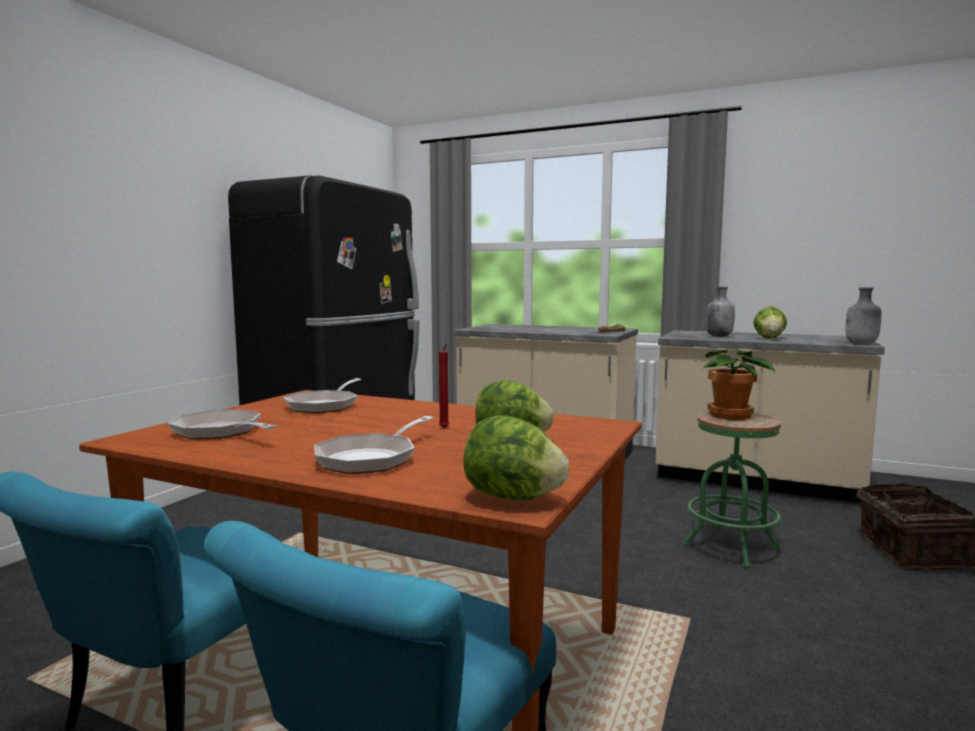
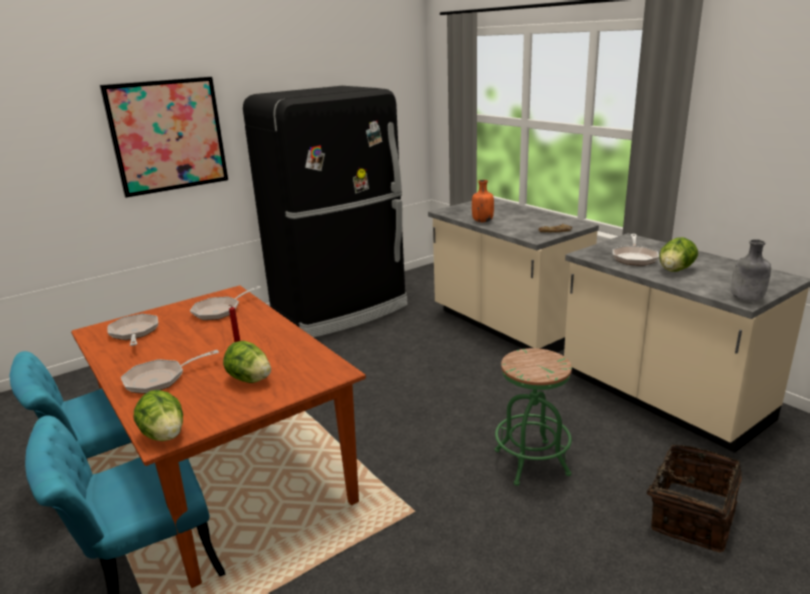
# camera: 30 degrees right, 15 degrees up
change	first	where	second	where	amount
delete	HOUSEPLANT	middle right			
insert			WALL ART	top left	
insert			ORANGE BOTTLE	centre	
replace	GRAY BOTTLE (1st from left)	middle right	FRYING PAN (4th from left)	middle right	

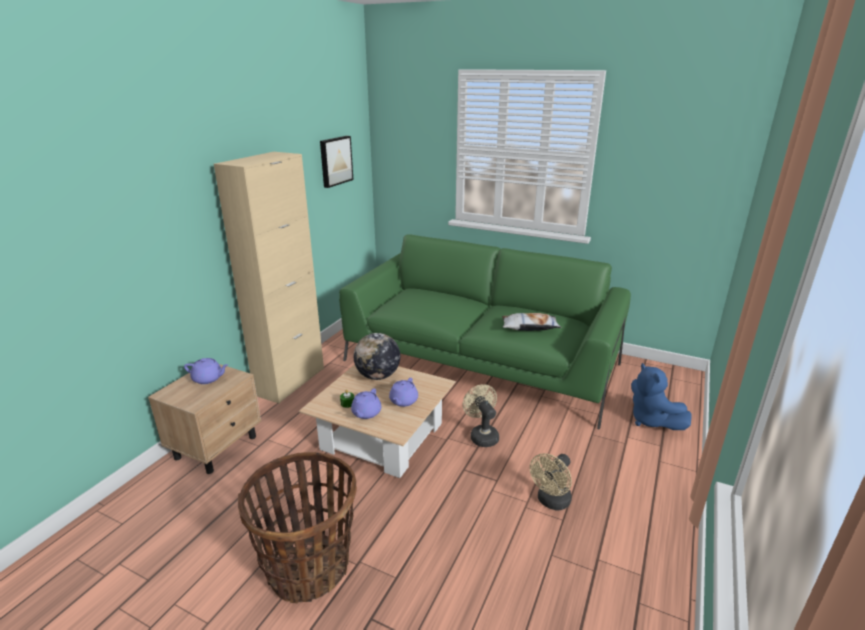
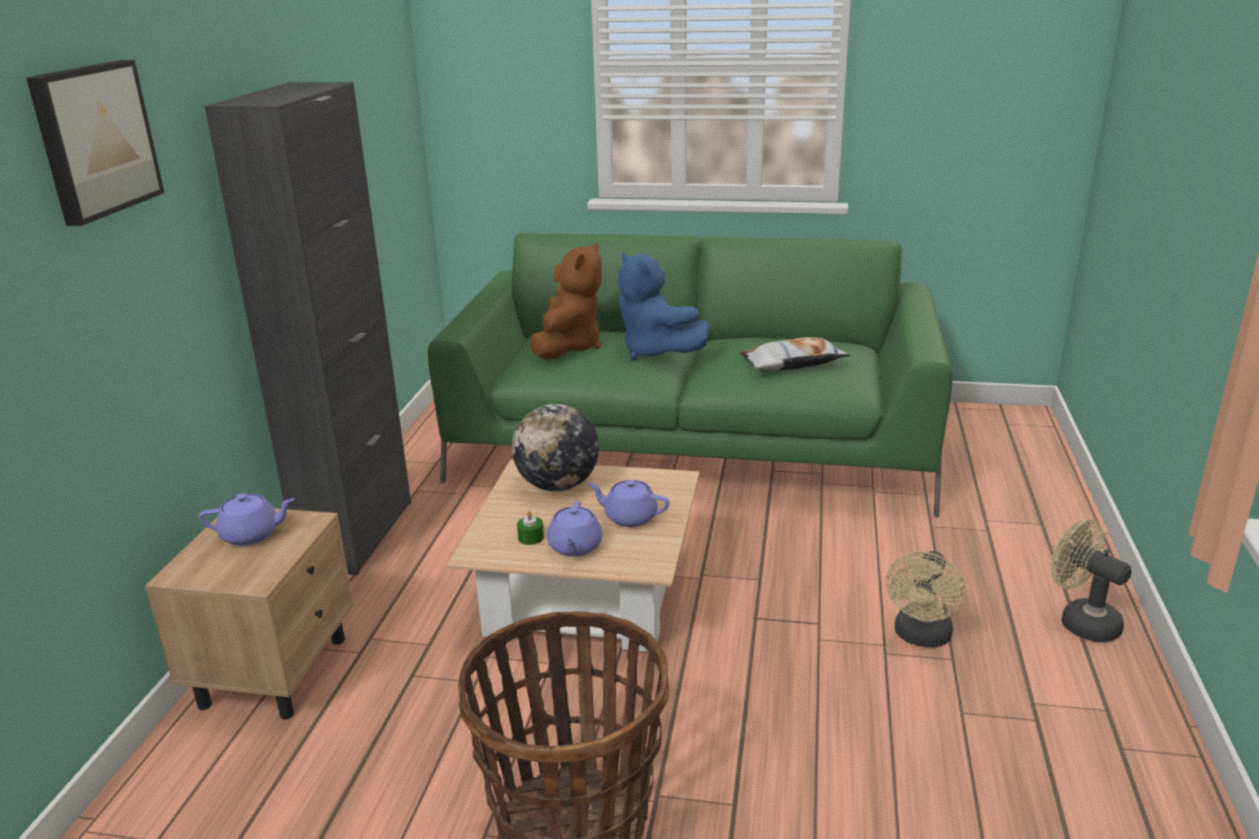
# camera: 15 degrees left, 0 degrees up
change	first	where	second	where	amount
insert			BROWNISH SOFT TOY	centre	
move	WALL ART	top centre		top left	
move	SAND-COLOURED ELECTRIC FAN (1st from left in the first image)	centre	SAND-COLOURED ELECTRIC FAN (2nd from left)	bottom right	
move	BLUISH SOFT TOY	middle right		centre	
recolor	SAND-COLOURED STORAGE CABINET	middle left	BLACK STORAGE CABINET	middle left	
rotate	PURPLE-COLOURED TEAPOT (3rd from left)	centre		centre	105 degrees clockwise

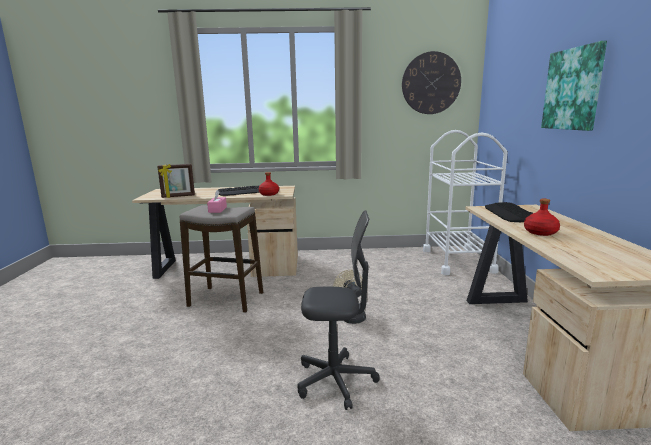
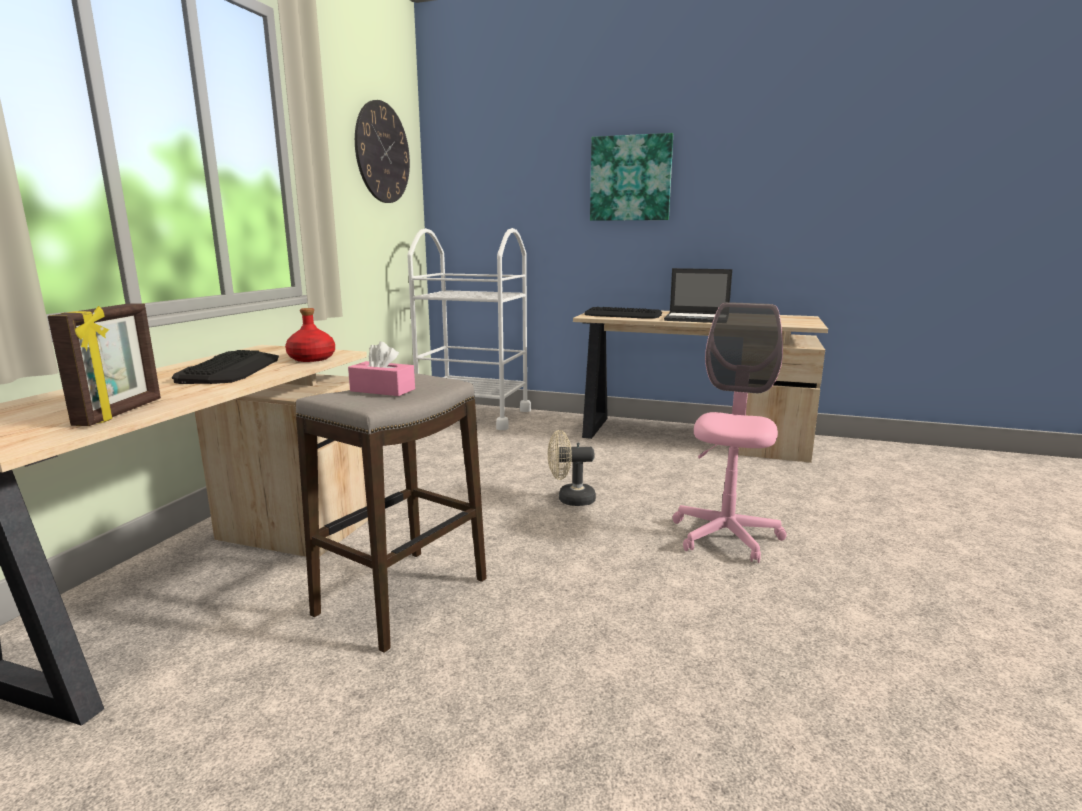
# camera: 70 degrees left, 0 degrees up
change	first	where	second	where	amount
replace	RED BOTTLE (2nd from left)	middle right	NOTEBOOK COMPUTER	centre	
recolor	GRAY COMPUTER CHAIR	bottom centre	PINK COMPUTER CHAIR	middle right	

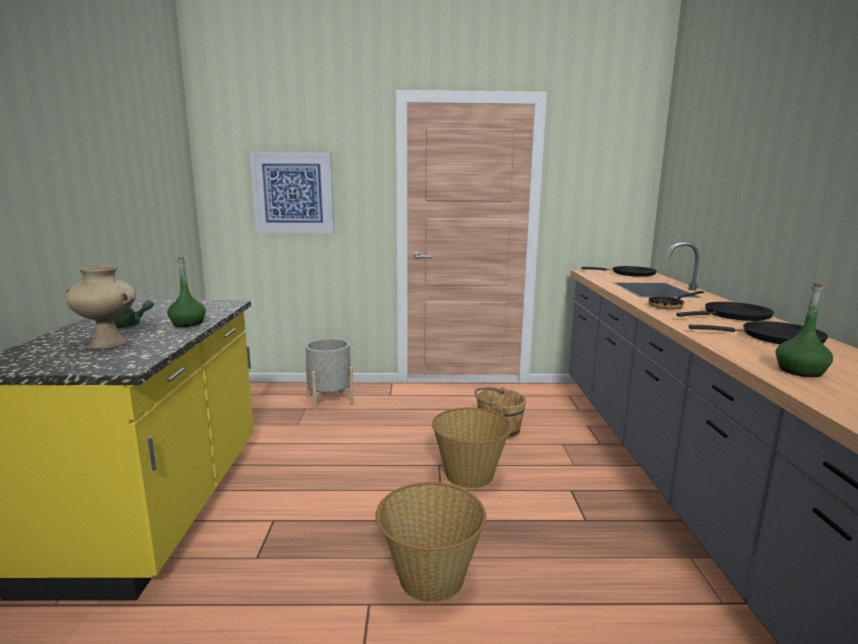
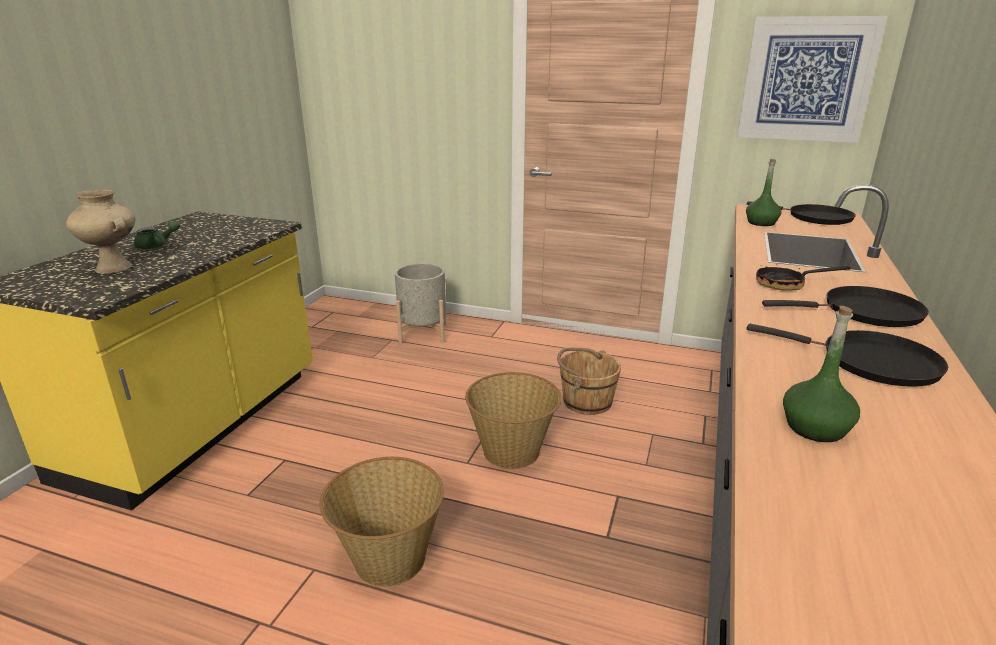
# camera: 20 degrees right, 10 degrees up
change	first	where	second	where	amount
move	GREEN-COLOURED BOTTLE (1st from left)	middle left		top right	
move	WALL ART	top centre		top right	

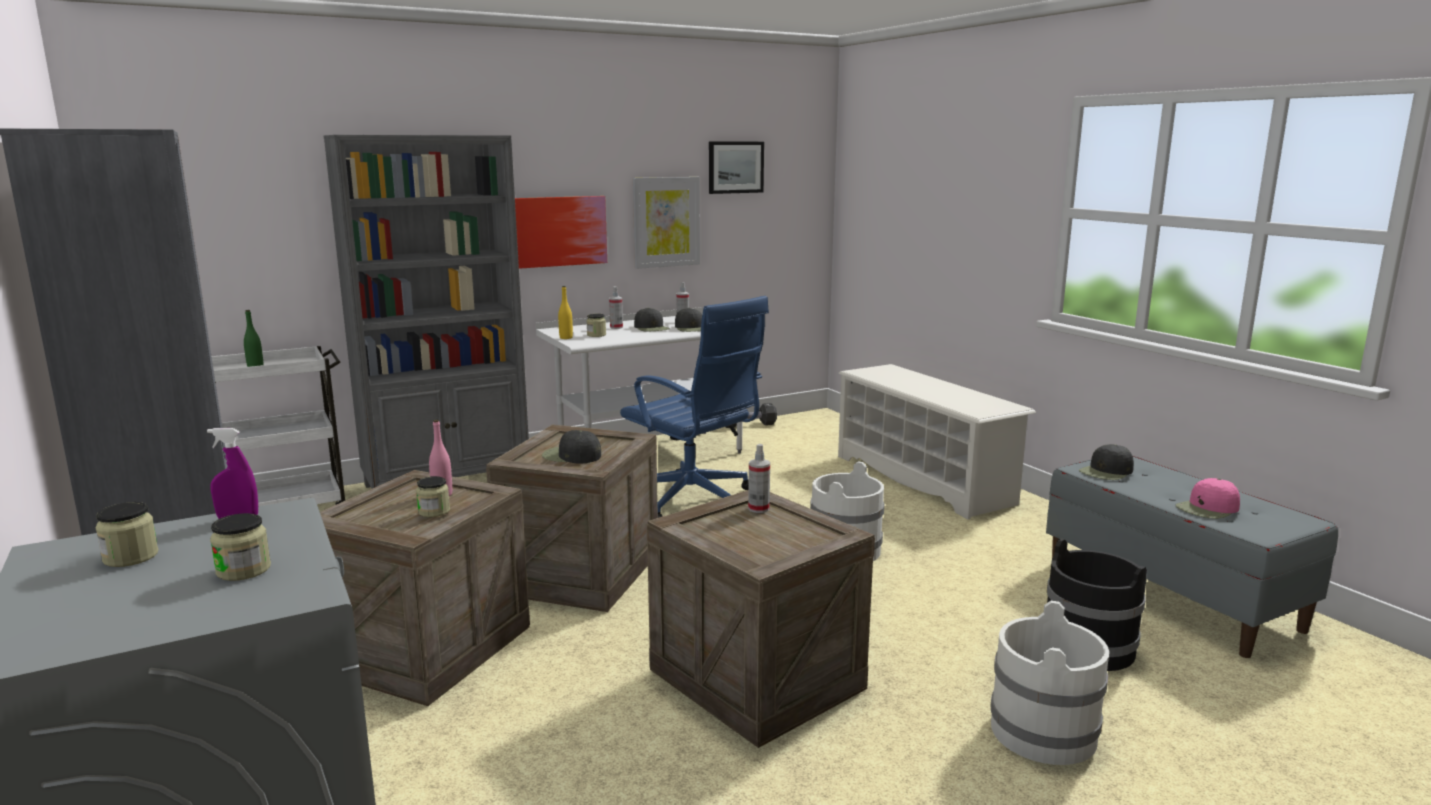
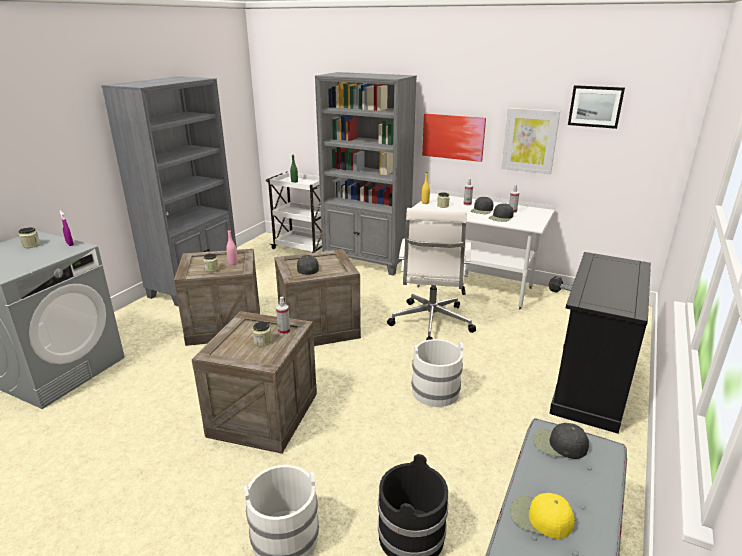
# camera: 55 degrees right, 10 degrees up
change	first	where	second	where	amount
move	STORAGE JAR (2nd from left in the first image)	bottom left	STORAGE JAR (3rd from left)	centre	
replace	WHITE-COLOURED SHOE STAND	centre	BLACK STORAGE CABINET	middle right	
recolor	BLUISH COMPUTER CHAIR	centre	WHITE-COLOURED COMPUTER CHAIR	centre	
recolor	PINK BASEBALL CAP	middle right	YELLOW BASEBALL CAP	bottom right	

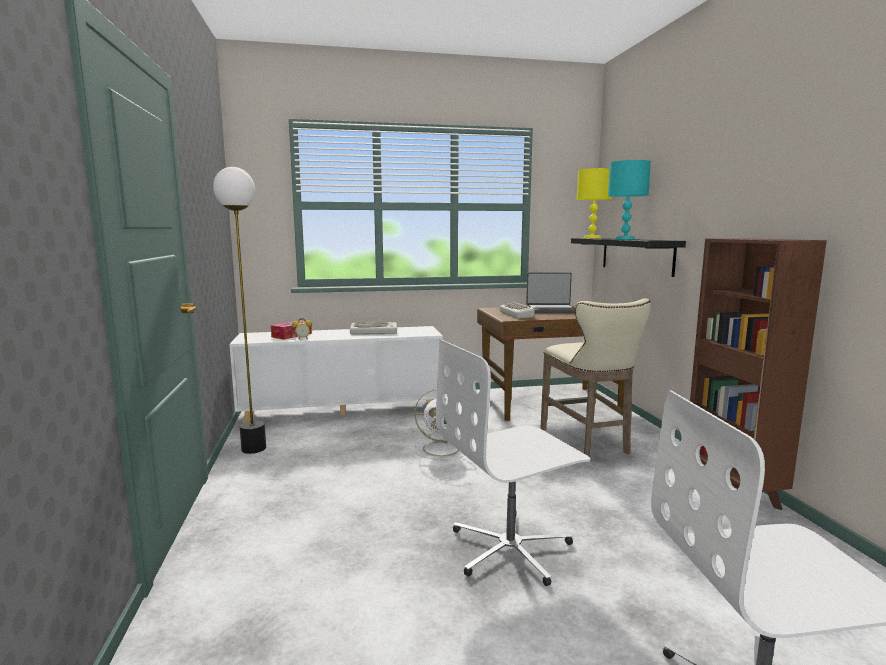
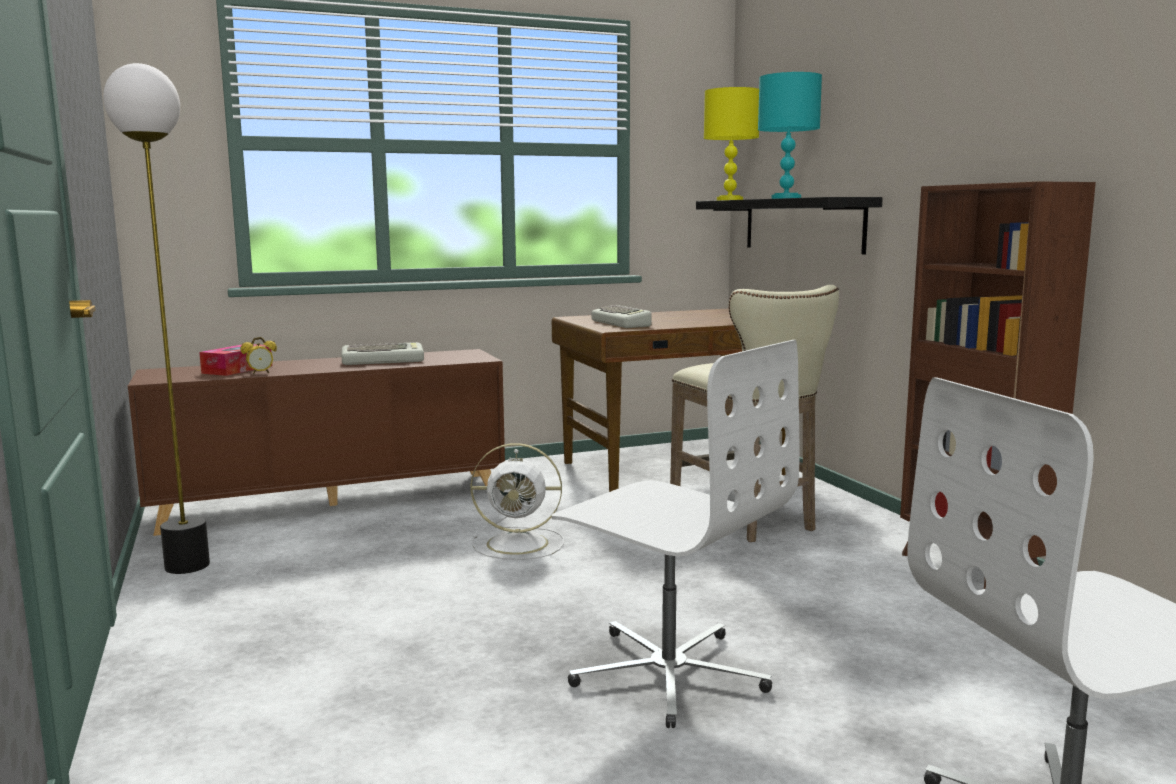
# camera: 10 degrees left, 0 degrees up
change	first	where	second	where	amount
delete	NOTEBOOK COMPUTER	centre			
recolor	WHITE-COLOURED STORAGE CABINET	centre	BROWNISH STORAGE CABINET	middle left	
rotate	WHITE-COLOURED COMPUTER CHAIR (1st from left)	bottom centre		bottom centre	105 degrees counterclockwise

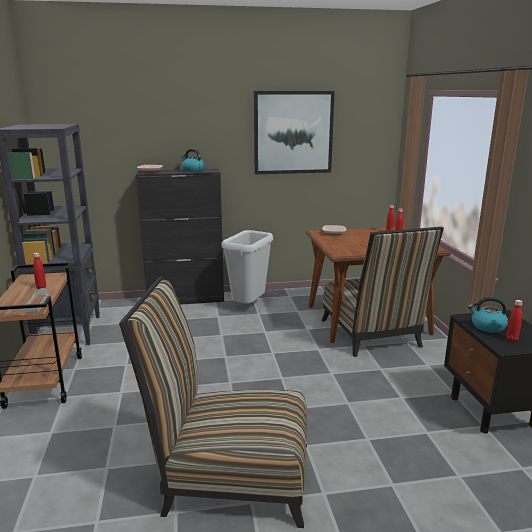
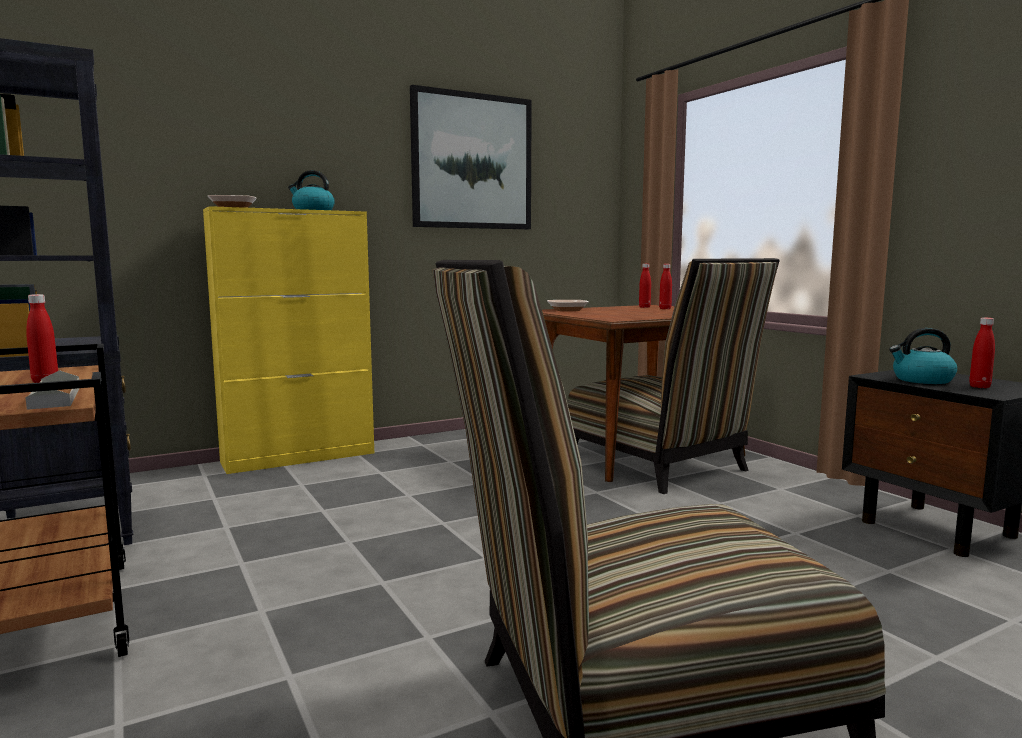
# camera: 20 degrees left, 10 degrees down
change	first	where	second	where	amount
delete	GRAY TRASH CAN	centre			
recolor	BLACK STORAGE CABINET	centre	YELLOW STORAGE CABINET	middle left	

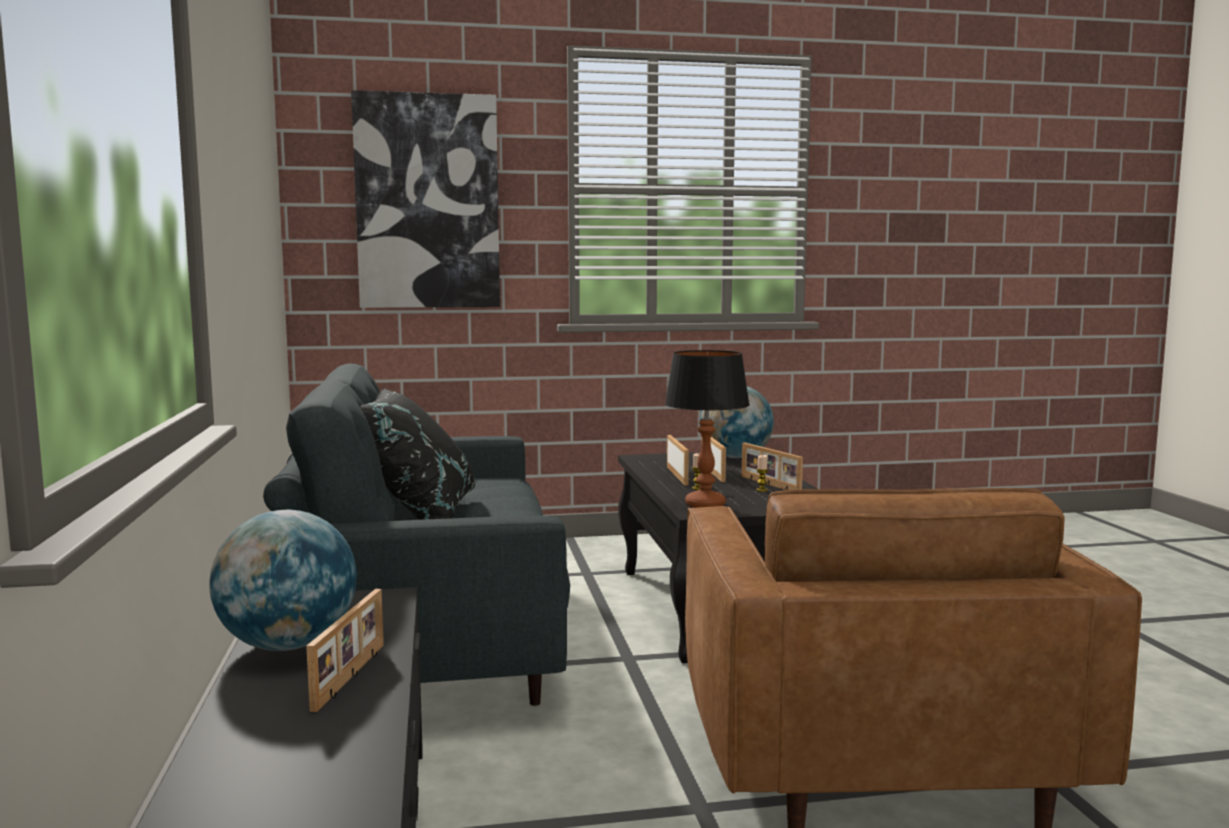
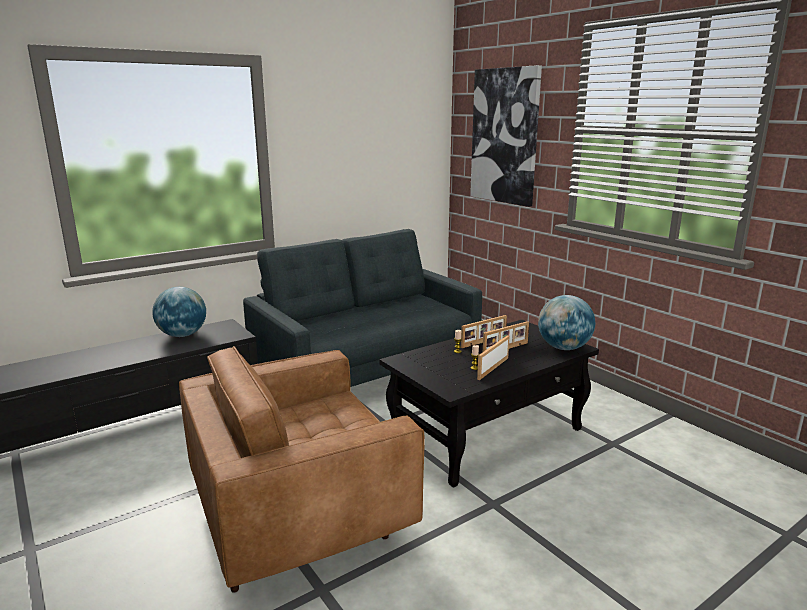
# camera: 65 degrees right, 10 degrees up
change	first	where	second	where	amount
delete	PICTURE FRAME (1st from left)	bottom left			
delete	BLACK CUSHION	centre			
delete	TABLE LAMP	centre			

